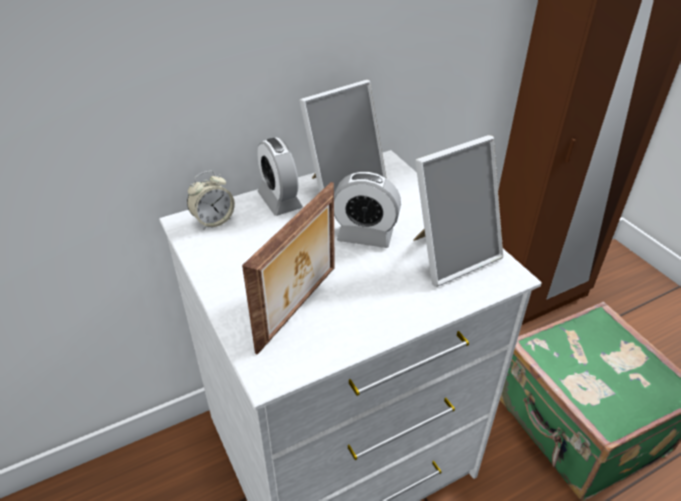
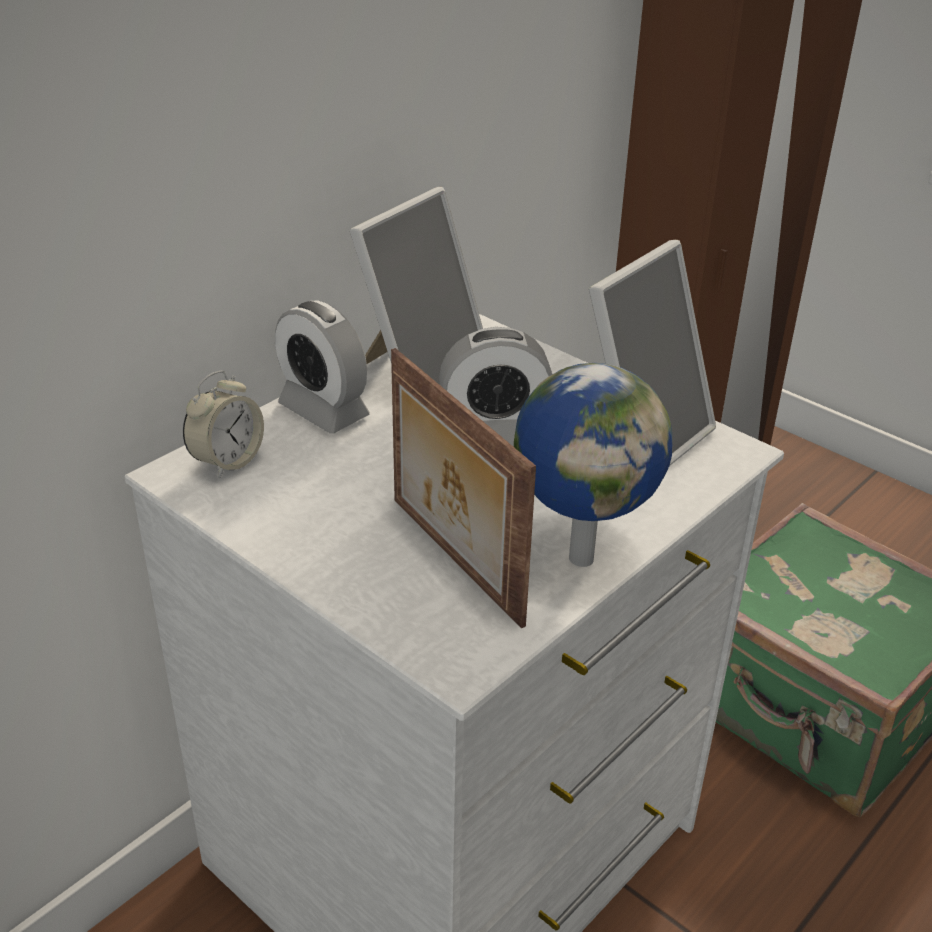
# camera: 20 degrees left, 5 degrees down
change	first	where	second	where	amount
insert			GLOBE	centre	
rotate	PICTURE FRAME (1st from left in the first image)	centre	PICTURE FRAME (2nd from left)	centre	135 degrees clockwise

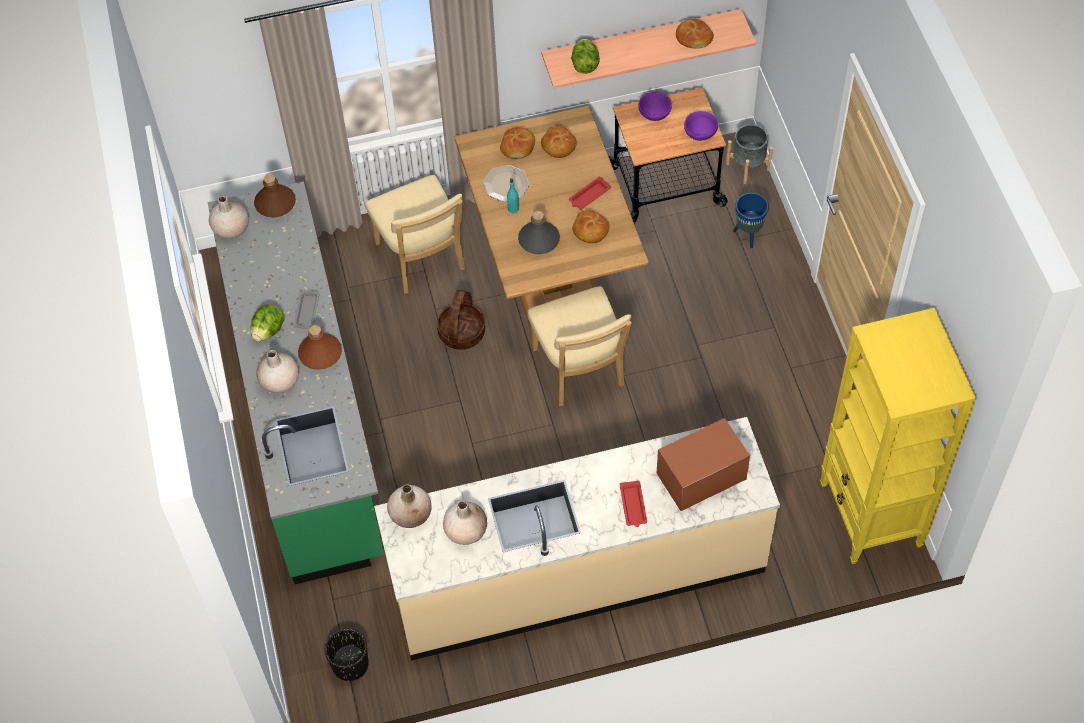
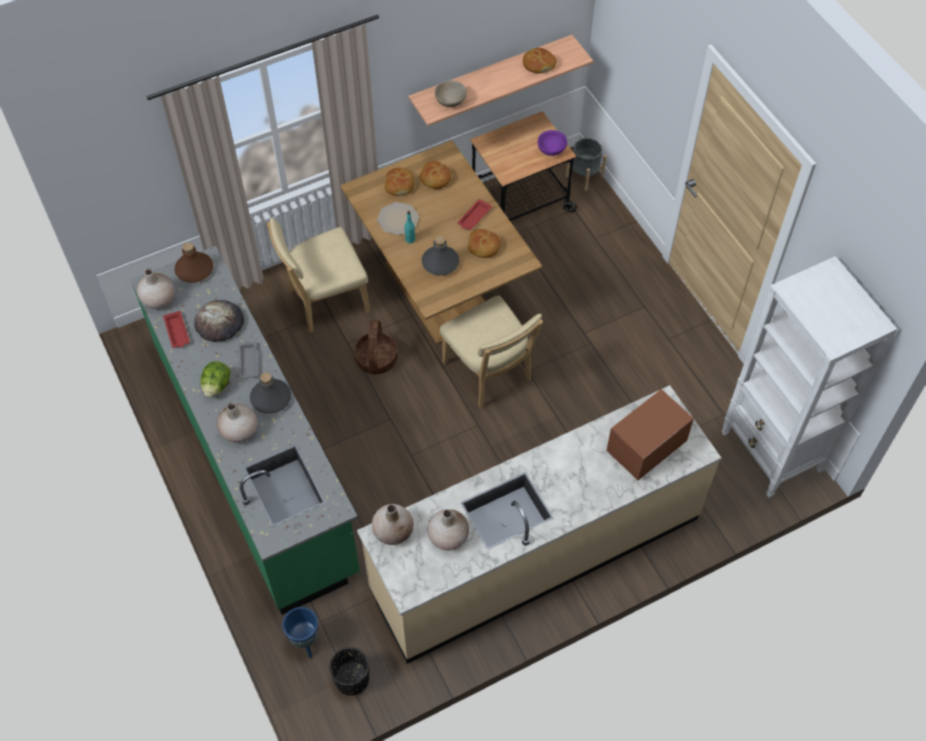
# camera: 15 degrees left, 0 degrees up
change	first	where	second	where	amount
delete	PURPLE-COLOURED BOWL (1st from left)	top centre			
insert			BREAD (1st from left)	middle left	
move	RED CARRYING TRAY (2nd from left in the first image)	bottom centre	RED CARRYING TRAY (1st from left)	middle left	
move	BLUISH PLANTER	top right		bottom left	
replace	HEAD OF LETTUCE (2nd from left)	top centre	SAND-COLOURED BOWL	top centre	
recolor	BROWNISH BOTTLE (2nd from left)	middle left	GRAY BOTTLE (1st from left)	middle left	
recolor	YELLOW BOOKSHELF	middle right	WHITE-COLOURED BOOKSHELF	middle right	
rotate	SAND-COLOURED UPRIGHT CHAIR (1st from left)	top centre		centre	105 degrees clockwise

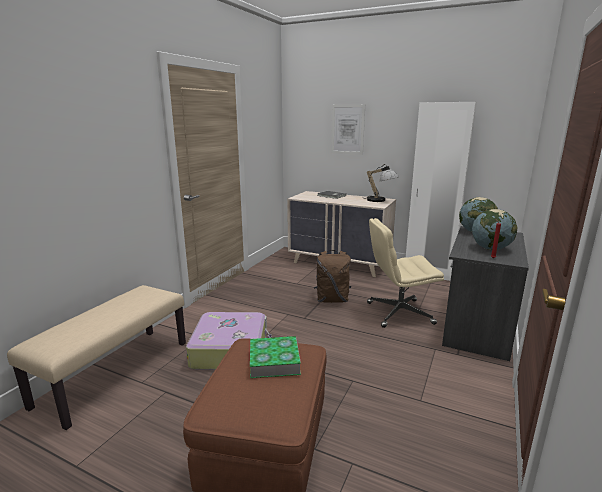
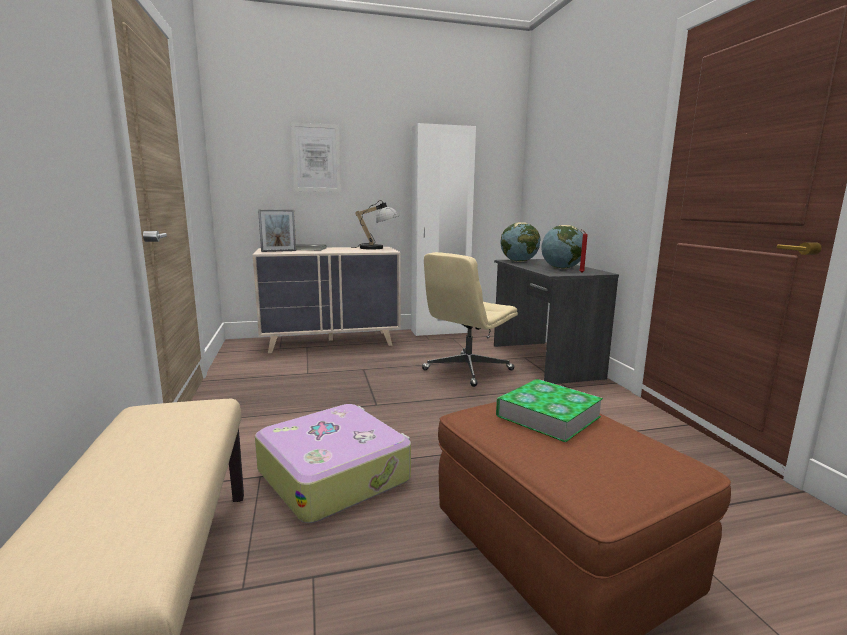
# camera: 40 degrees left, 5 degrees down
change	first	where	second	where	amount
delete	BROWNISH KNAPSACK	centre			
insert			PICTURE FRAME	middle left	

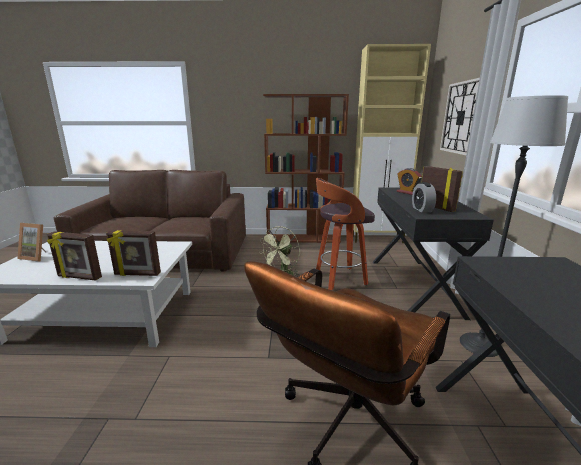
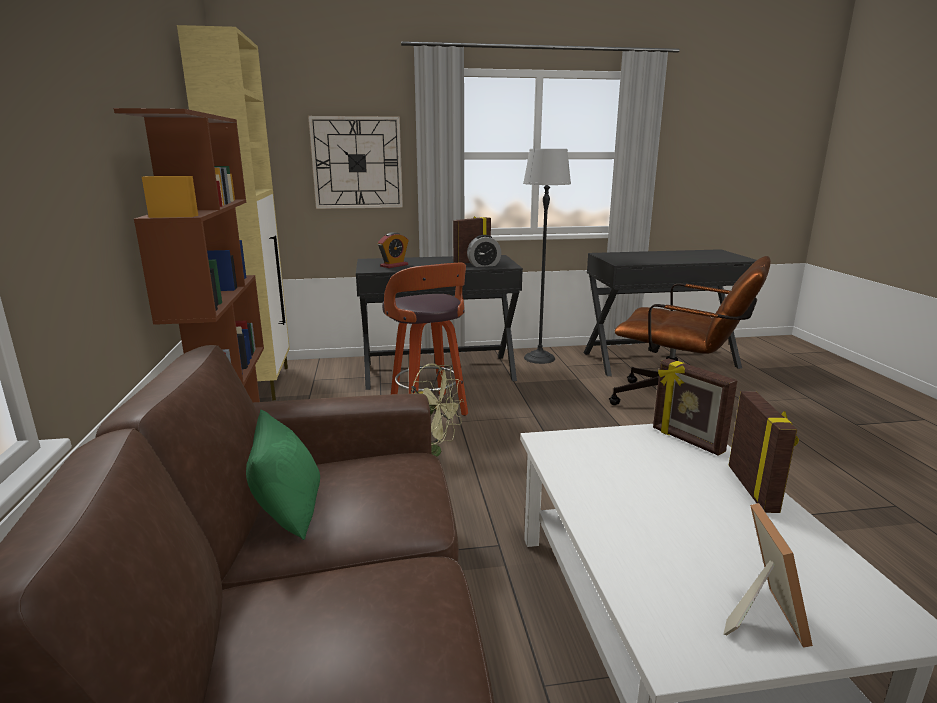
# camera: 100 degrees left, 0 degrees up
change	first	where	second	where	amount
insert			GREEN-COLOURED CUSHION	bottom left	
rotate	PICTURE FRAME (3rd from left in the first image)	middle left	PICTURE FRAME (2nd from left)	middle right	150 degrees clockwise

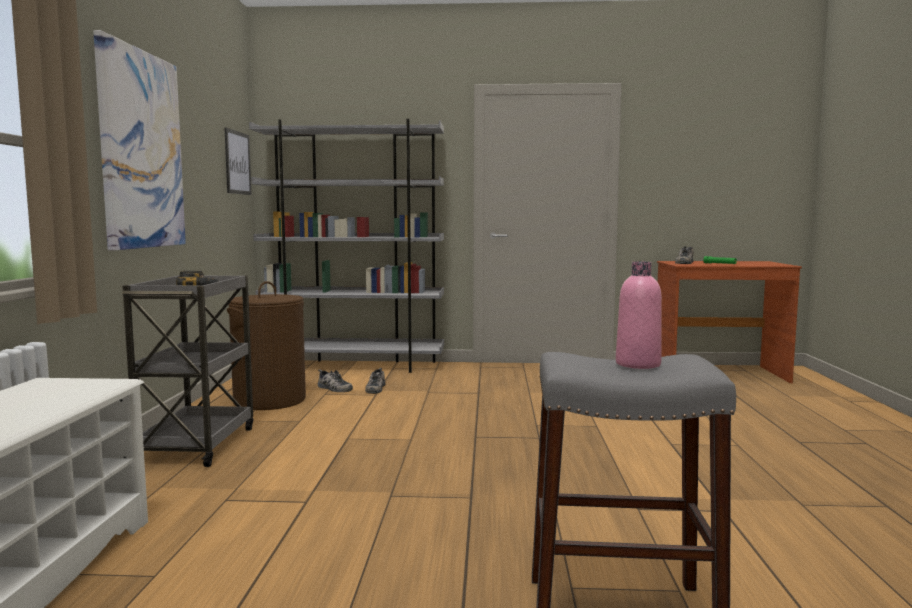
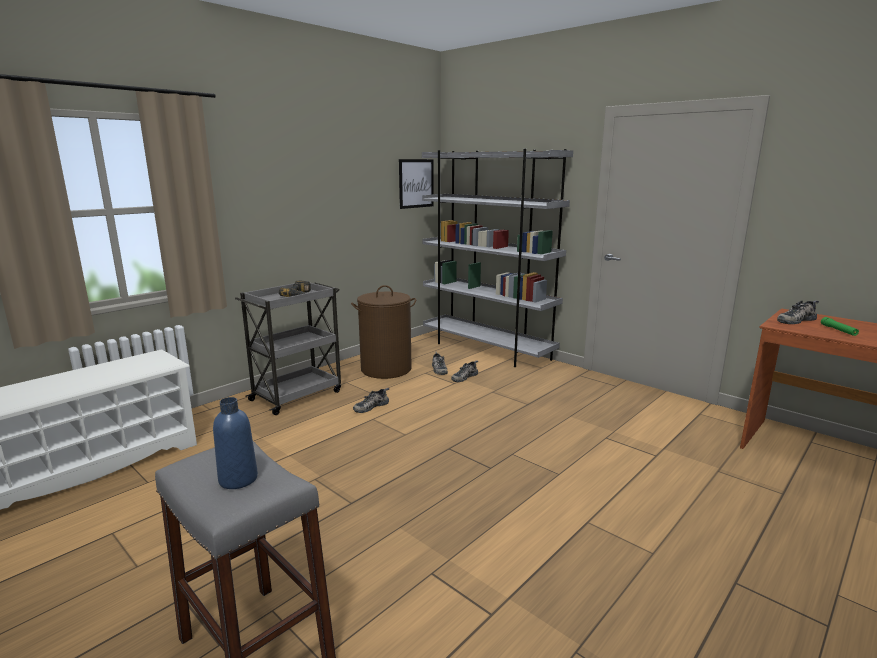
# camera: 40 degrees right, 10 degrees up
change	first	where	second	where	amount
delete	WALL ART (1st from left)	top left			
insert			ITEM OF FOOTWEAR (1st from left)	centre	
recolor	PINK BOTTLE	middle right	BLUISH BOTTLE	bottom left	

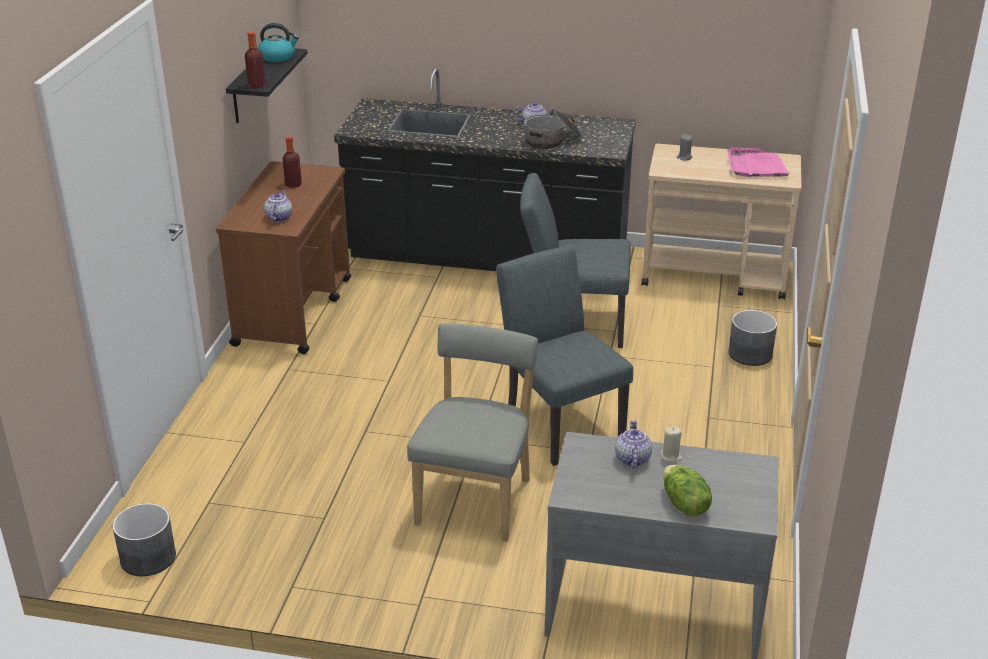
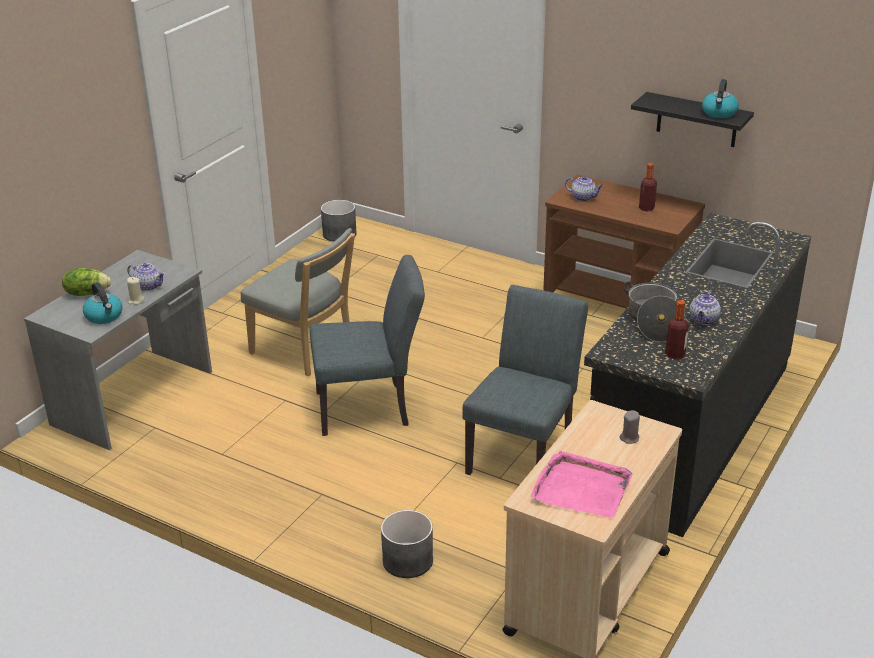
# camera: 110 degrees right, 0 degrees up
change	first	where	second	where	amount
insert			WATER KETTLE (1st from left)	middle left	
move	BOTTLE (1st from left in the first image)	top left	BOTTLE (2nd from left)	middle right	

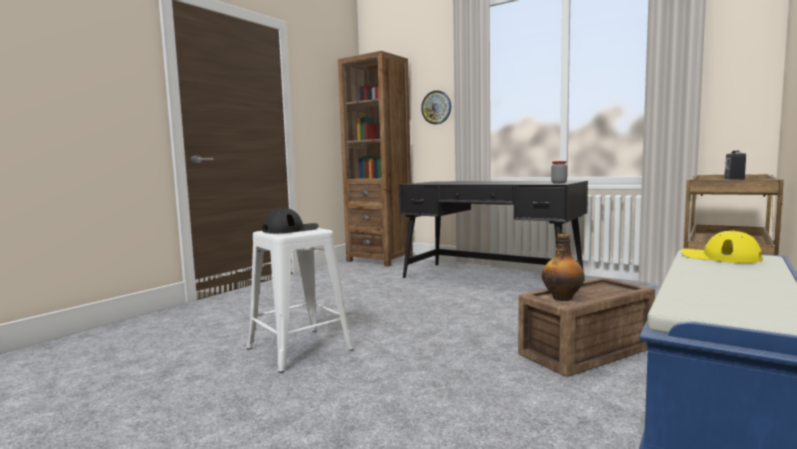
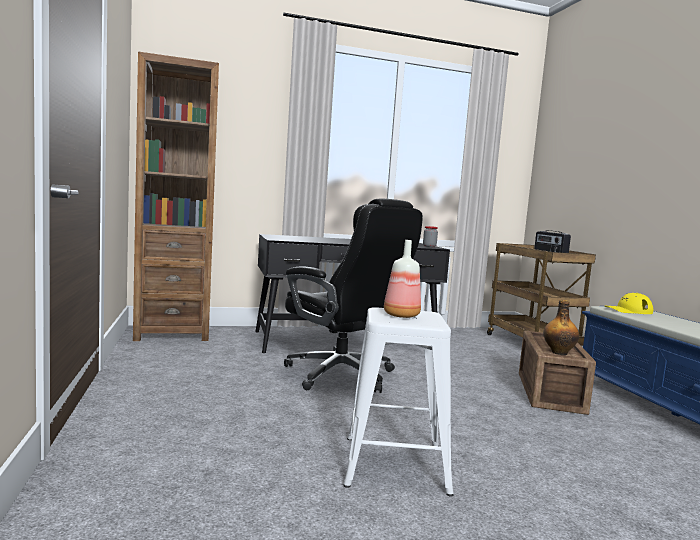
# camera: 50 degrees left, 0 degrees up
change	first	where	second	where	amount
delete	HANGING CLOCK	top centre			
insert			BLACK COMPUTER CHAIR	centre	
replace	BLACK BASEBALL CAP	centre	BOTTLE (1st from left)	centre	

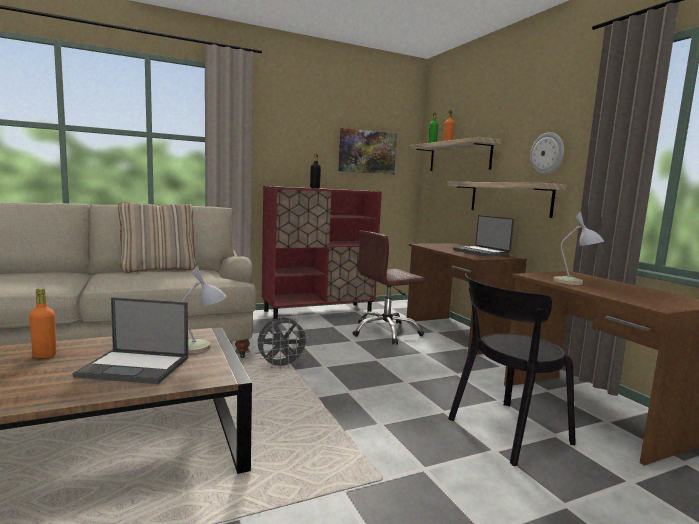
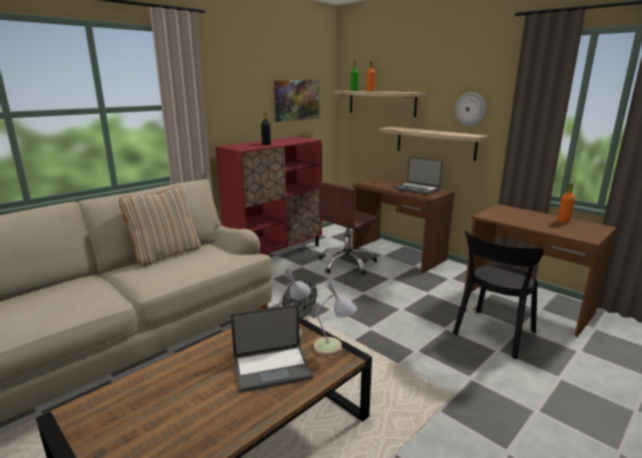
# camera: 20 degrees left, 10 degrees up
change	first	where	second	where	amount
move	ORANGE BOTTLE (1st from left in the first image)	middle left	ORANGE BOTTLE (2nd from left)	middle right	
move	TABLE LAMP (2nd from left)	middle right		bottom centre	

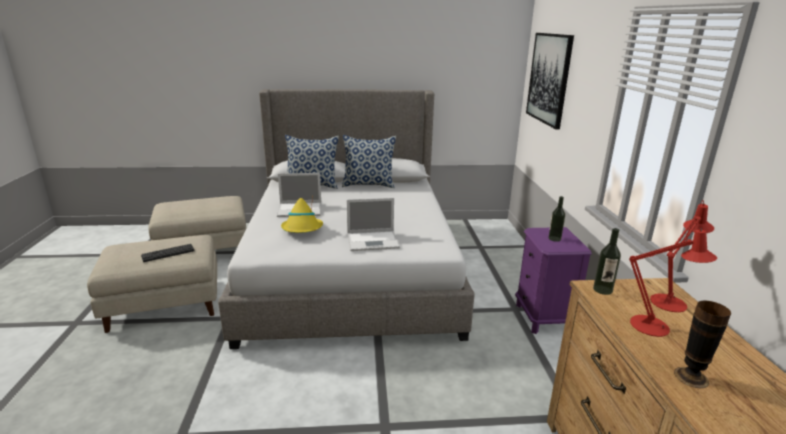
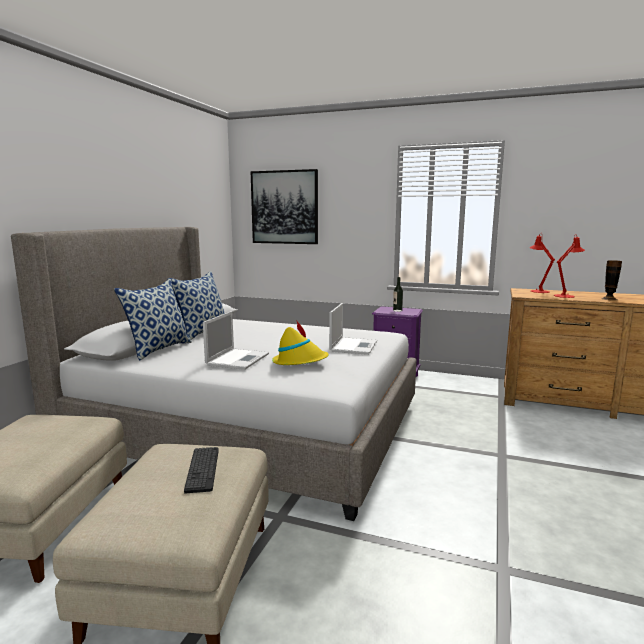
# camera: 65 degrees left, 10 degrees down
change	first	where	second	where	amount
delete	BOTTLE (2nd from left)	middle right			

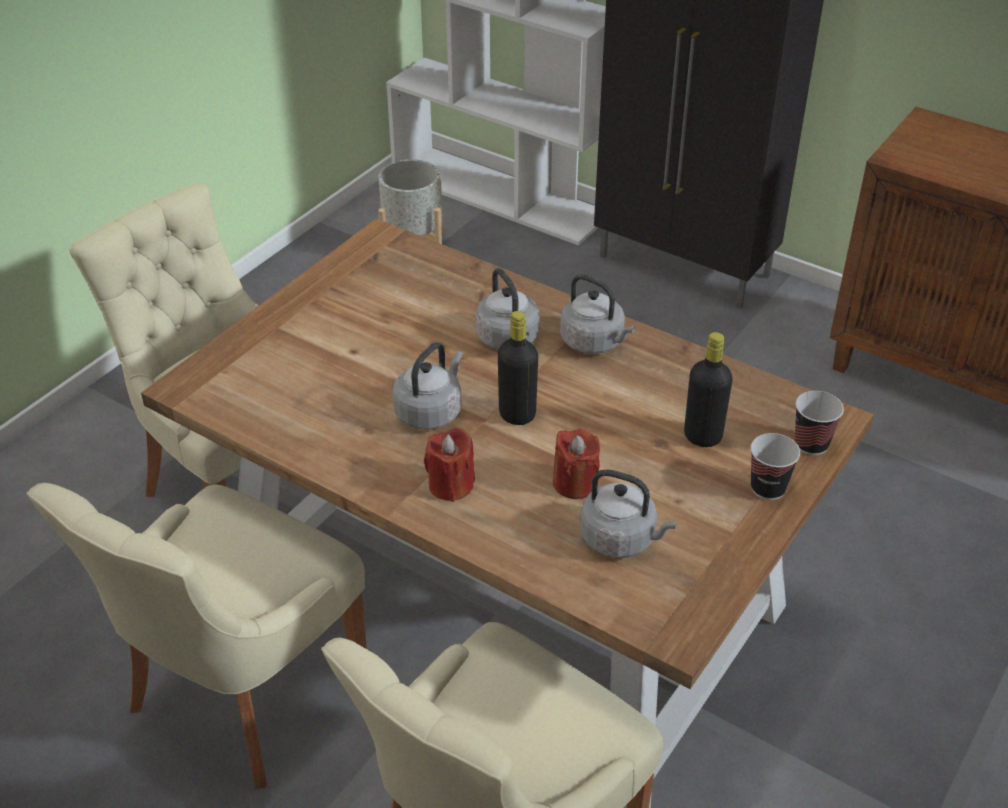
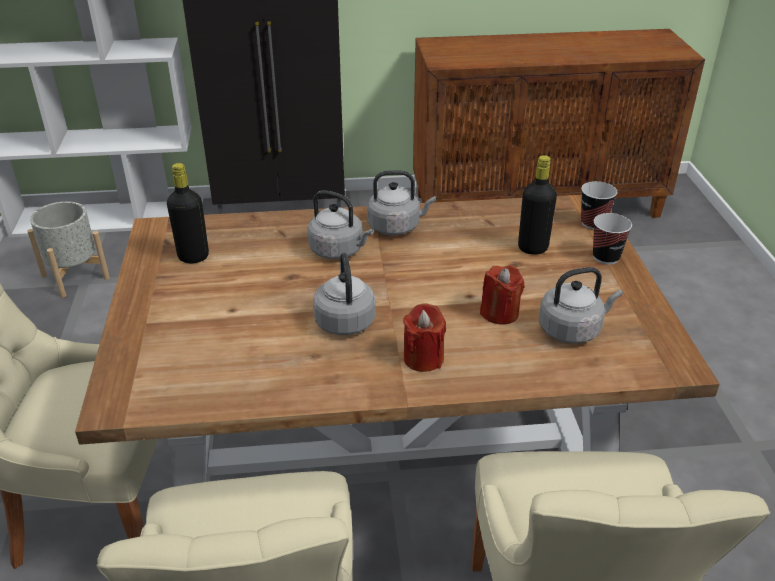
# camera: 40 degrees left, 5 degrees down
change	first	where	second	where	amount
move	BLACK BOTTLE (1st from left)	centre		middle left	

